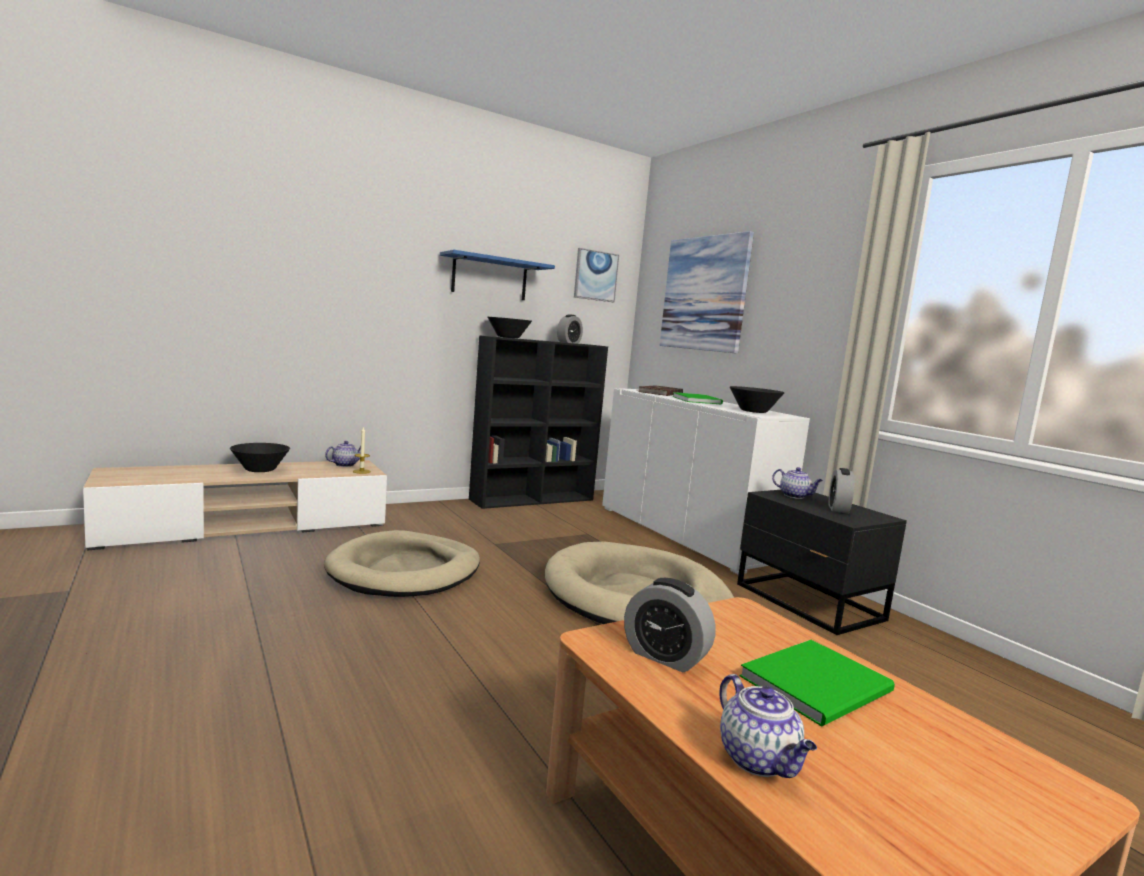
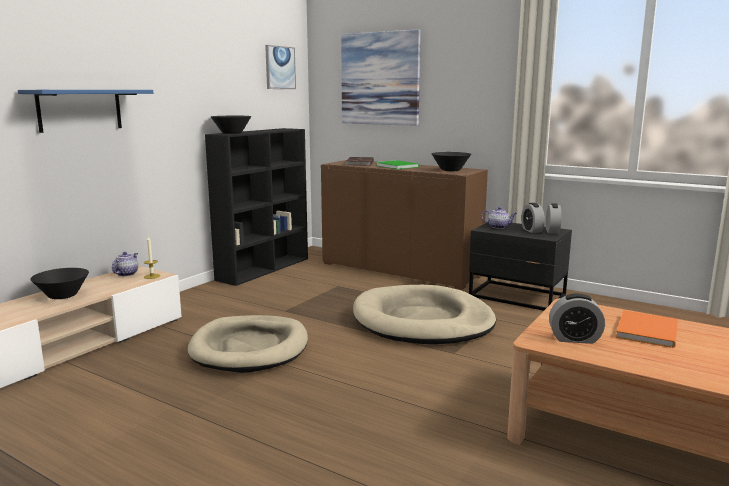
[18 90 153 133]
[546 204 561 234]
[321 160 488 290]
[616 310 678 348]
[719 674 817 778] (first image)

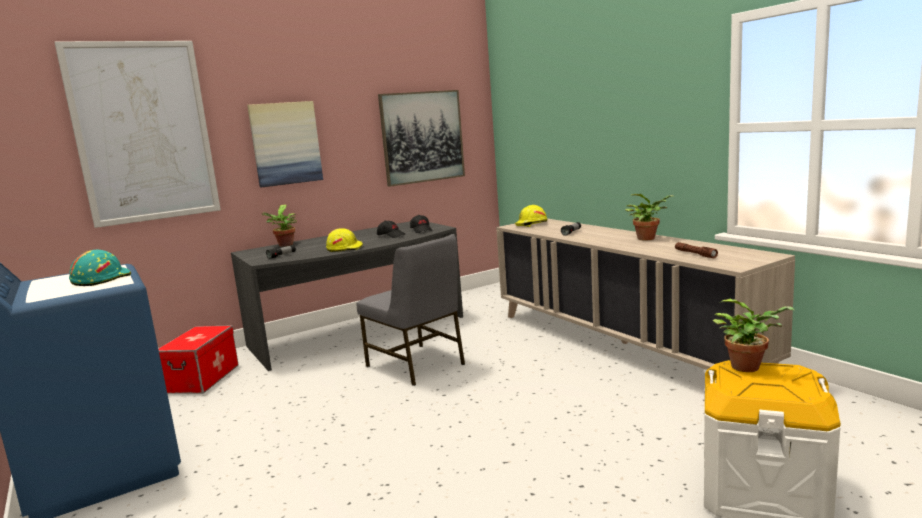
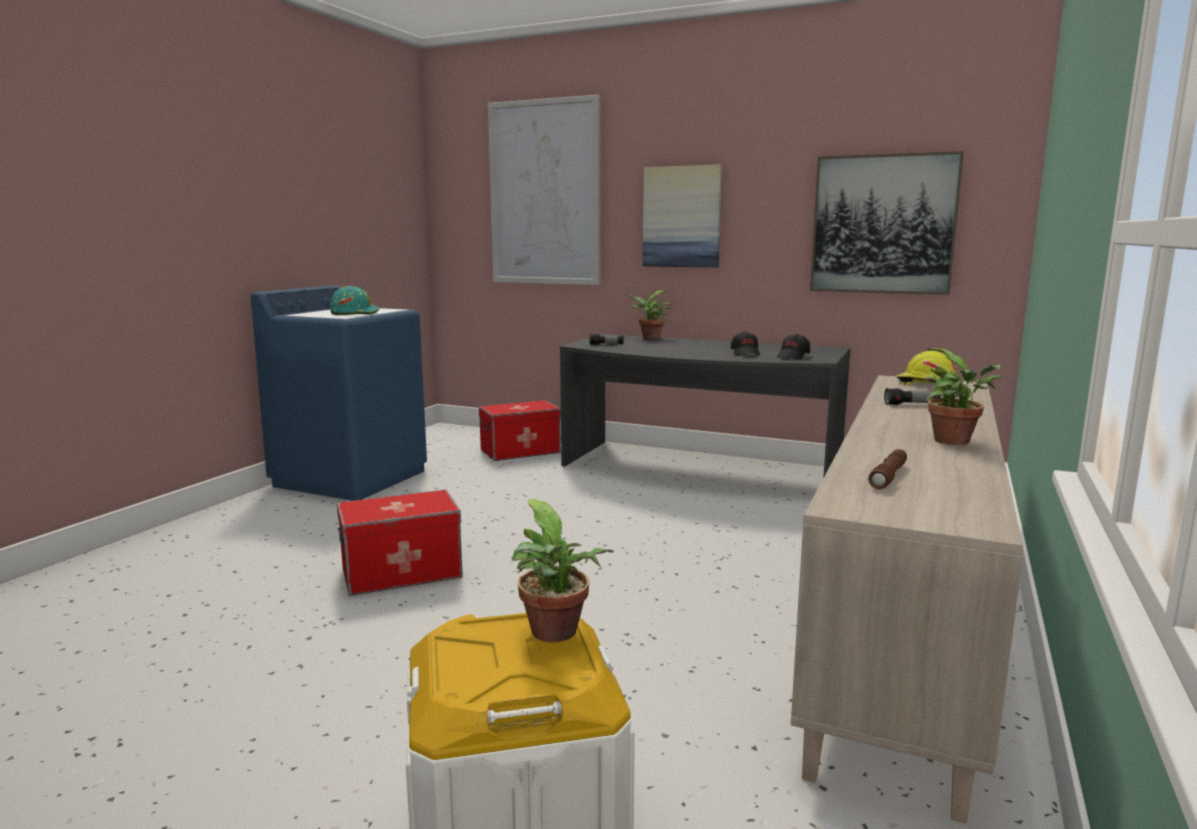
[326 228 363 252] (first image)
[357 234 465 386] (first image)
[337 490 463 596]

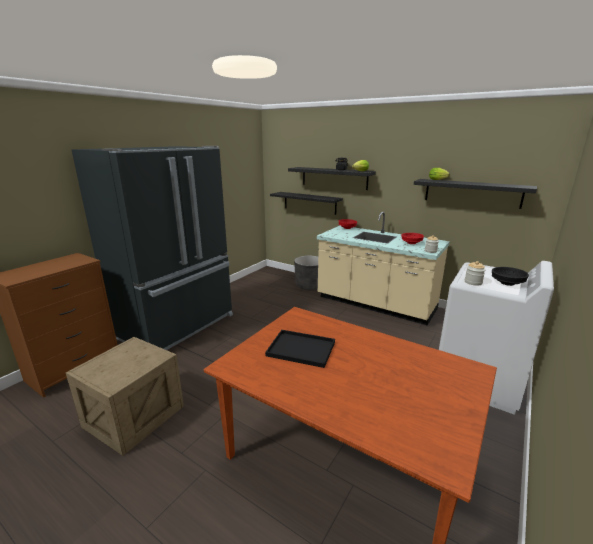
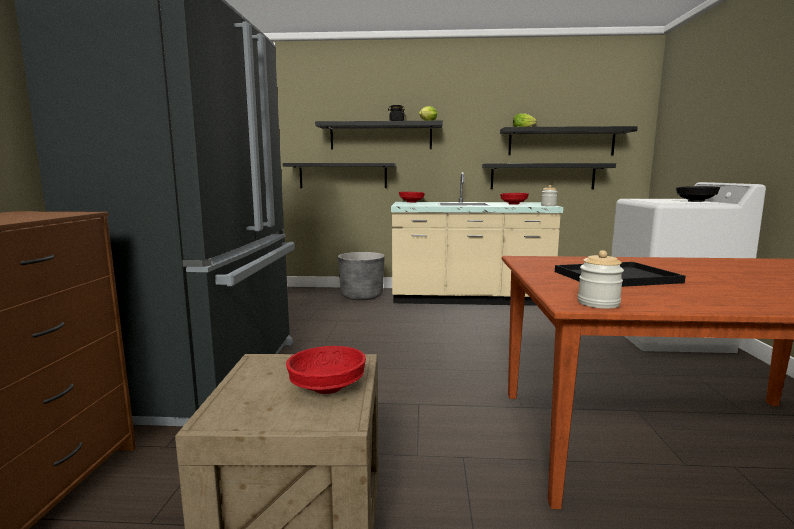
[578 250 624 309]
[482 163 616 189]
[286 346 366 394]

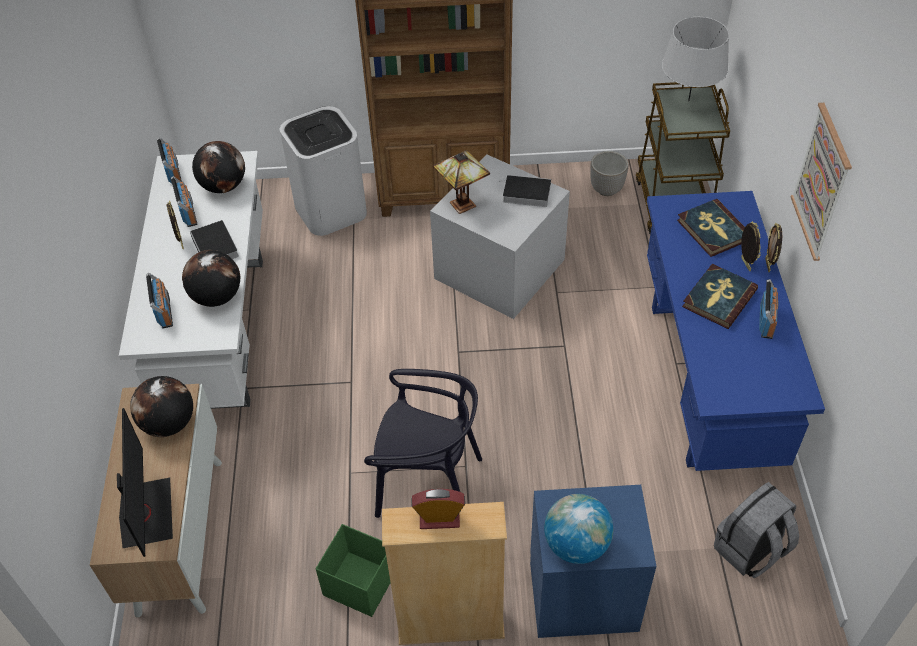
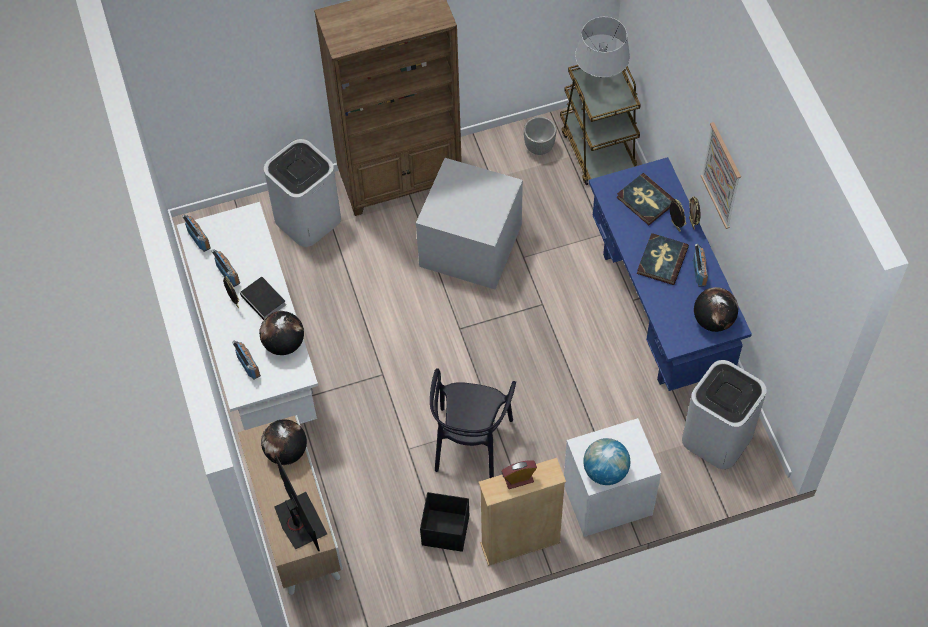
[694 287 739 332]
[433 150 490 214] (first image)
[499 175 551 207] (first image)
[430 368 516 478]
[682 360 767 469]
[564 418 661 537]
[420 492 469 552]

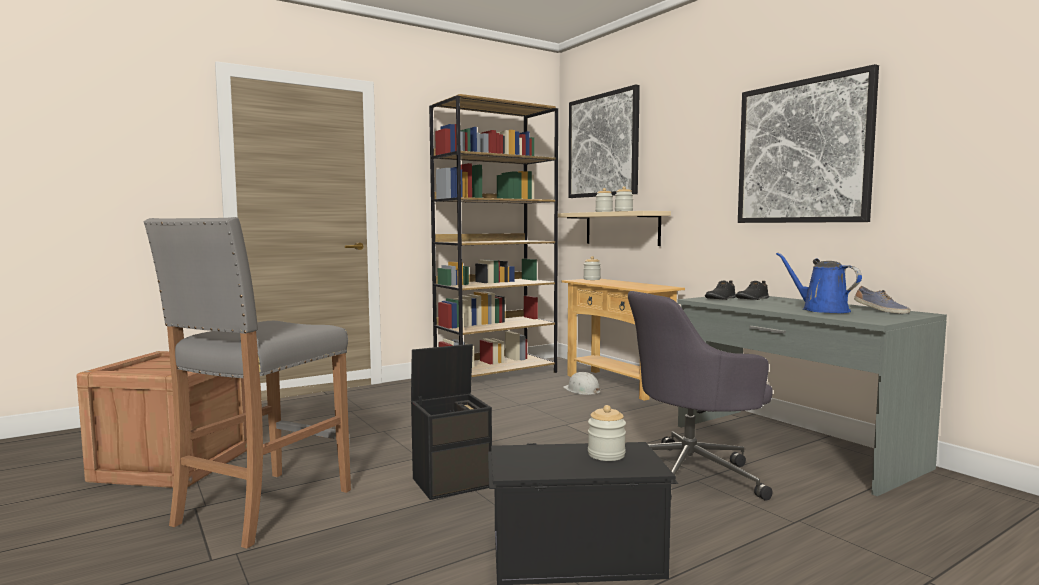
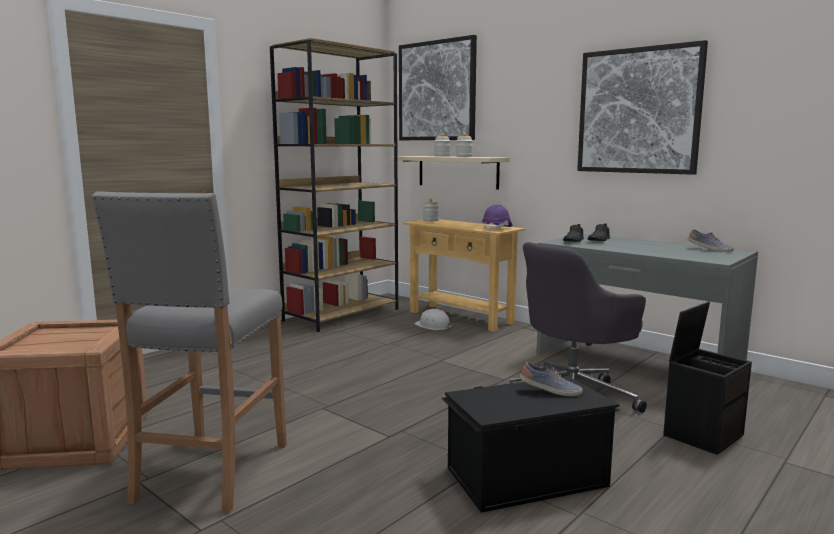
[776 252 862 313] (first image)
[663 301 752 455]
[520 362 583 396]
[482 205 512 231]

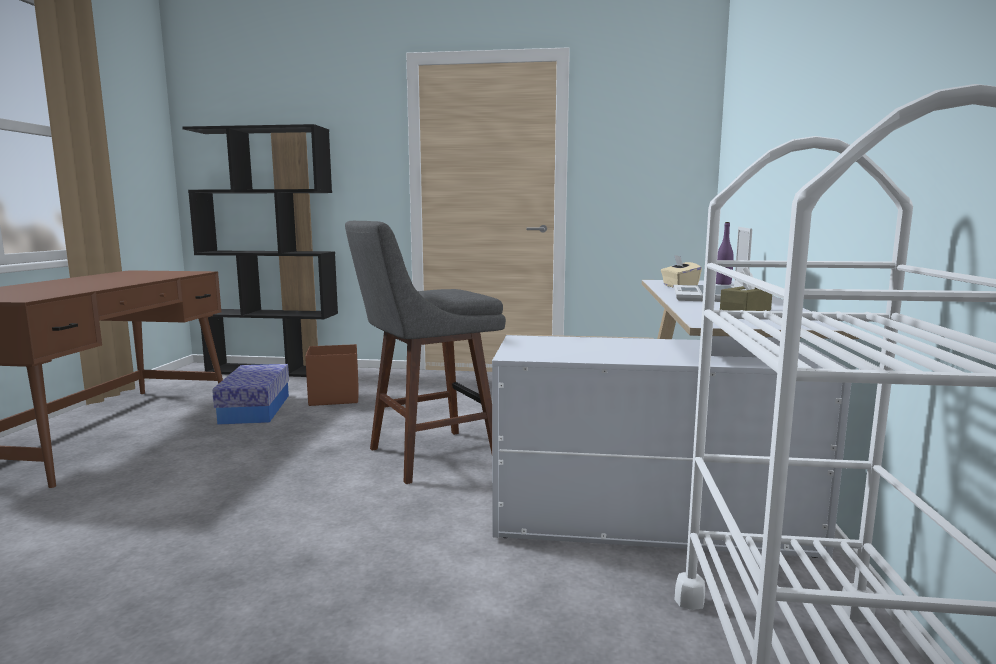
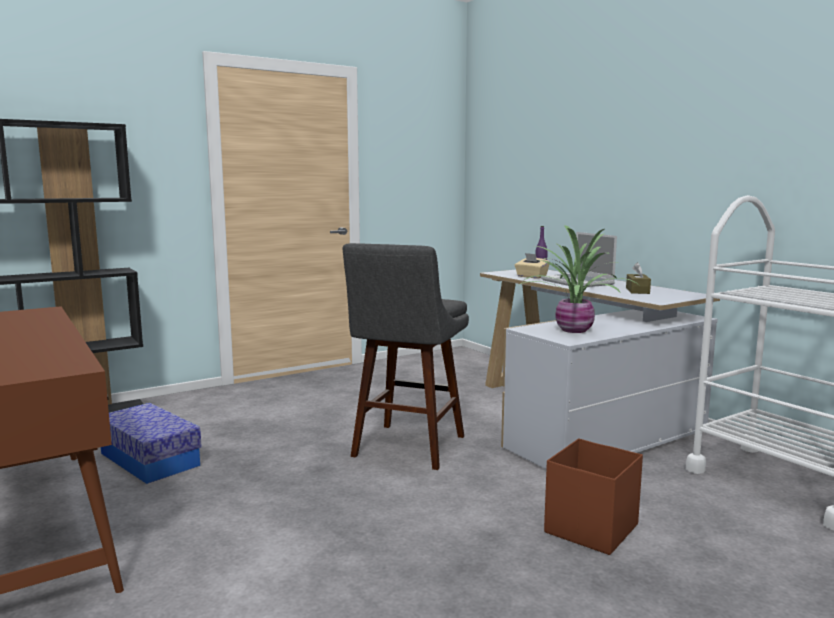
[544 439 643 555]
[517 225 640 333]

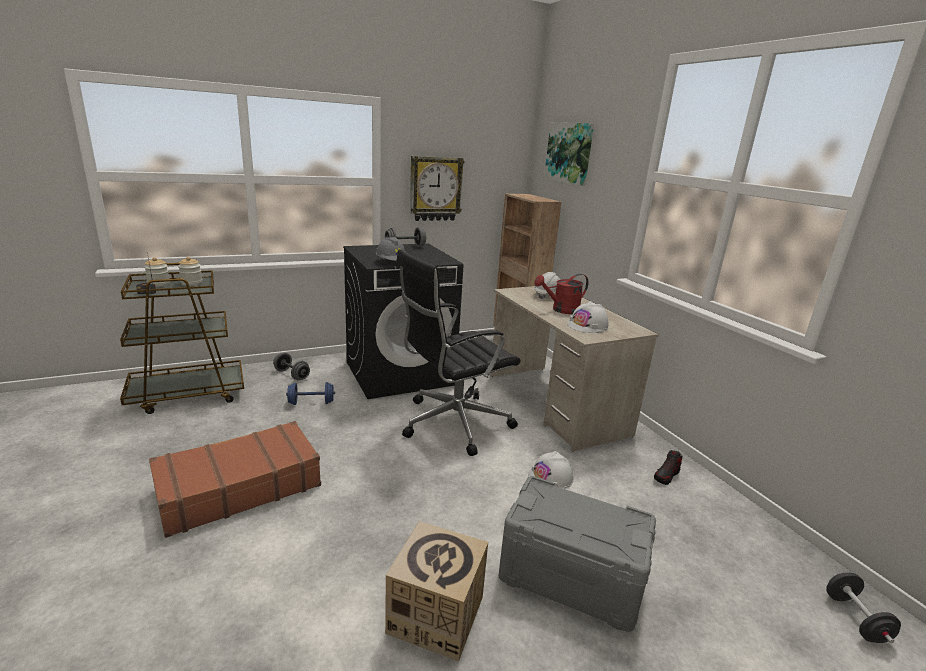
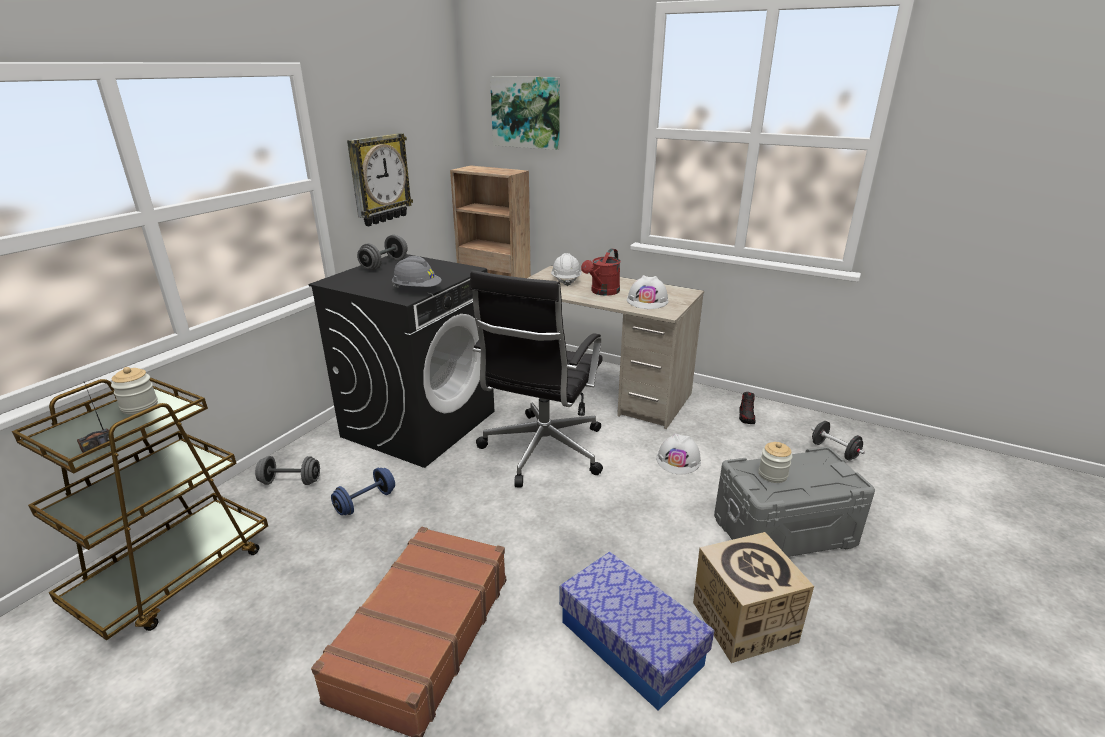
[759 442 792 483]
[811 421 865 461]
[559 552 714 711]

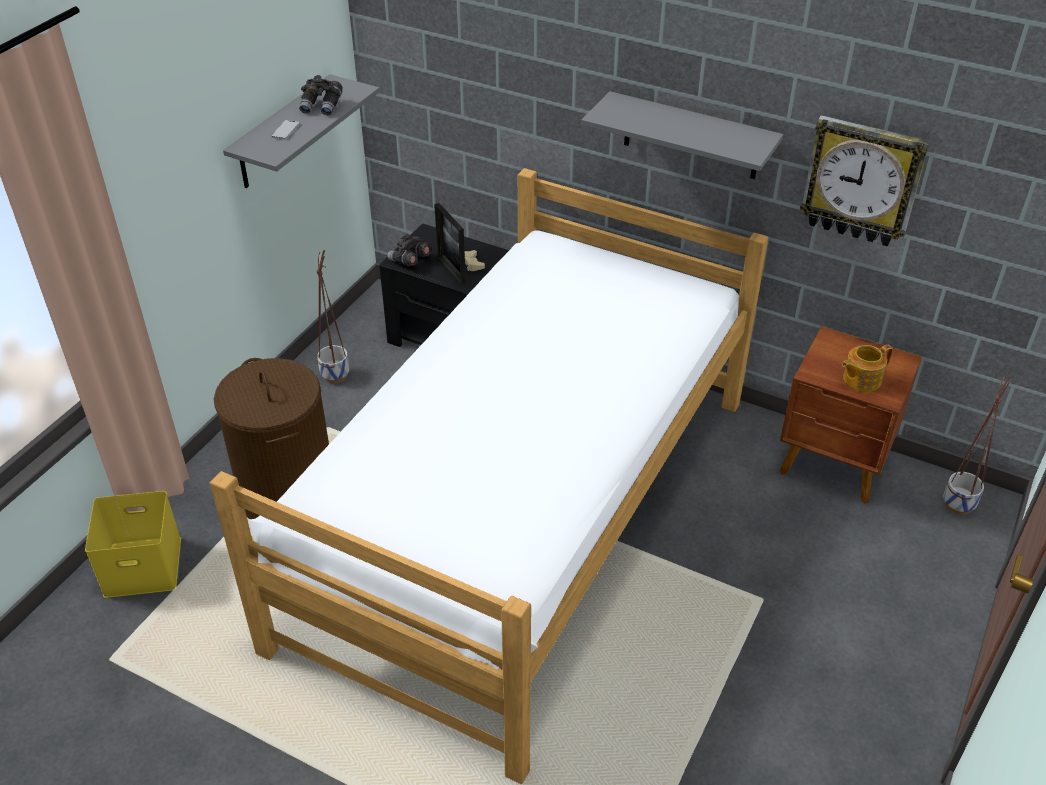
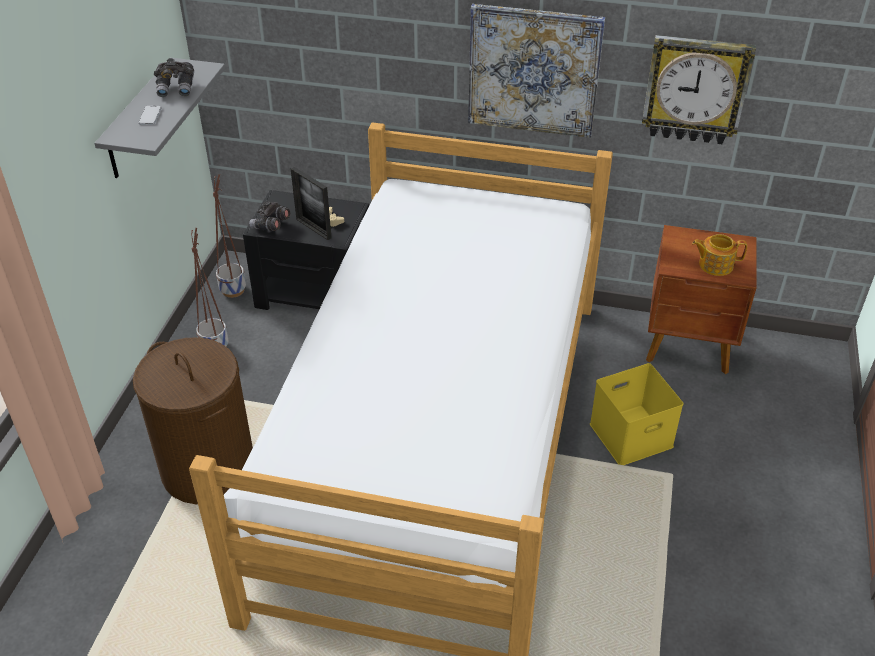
[468 4 605 138]
[692 234 747 276]
[213 174 246 298]
[590 363 683 465]

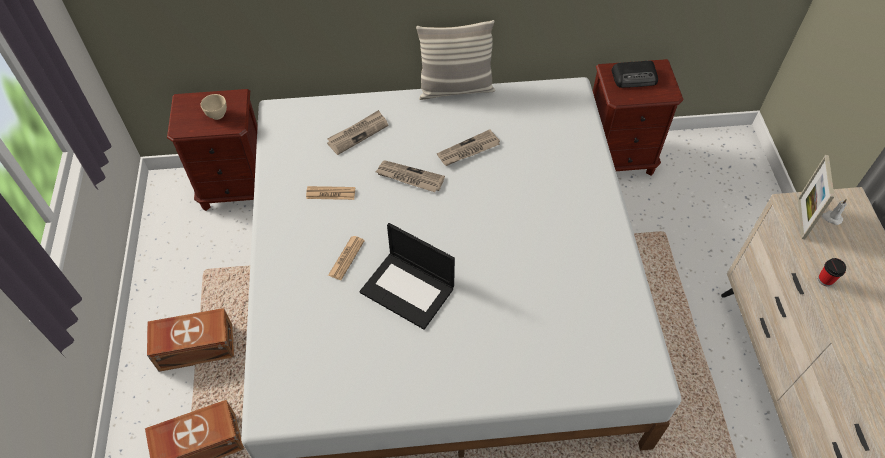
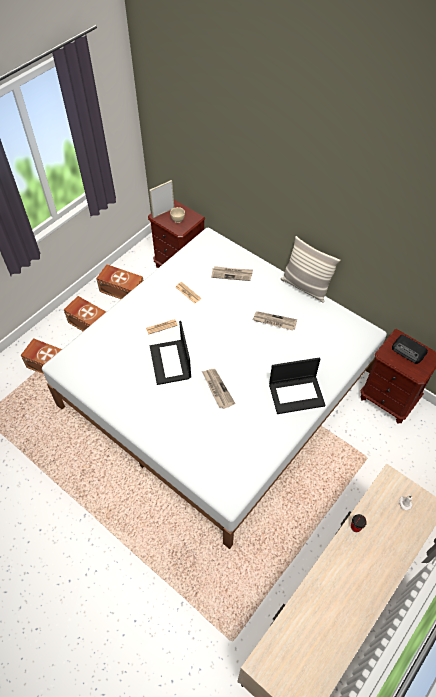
[149 180 174 218]
[202 369 235 409]
[96 264 144 299]
[269 357 325 414]

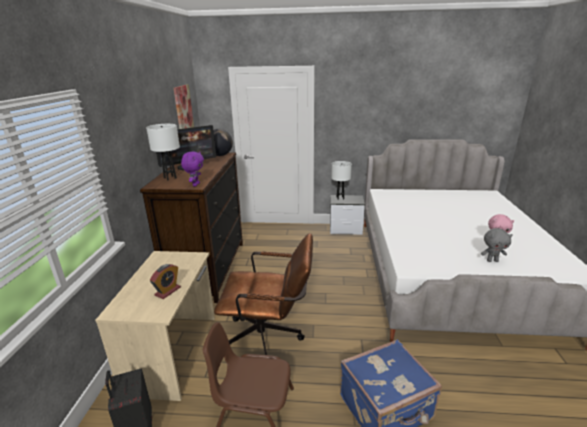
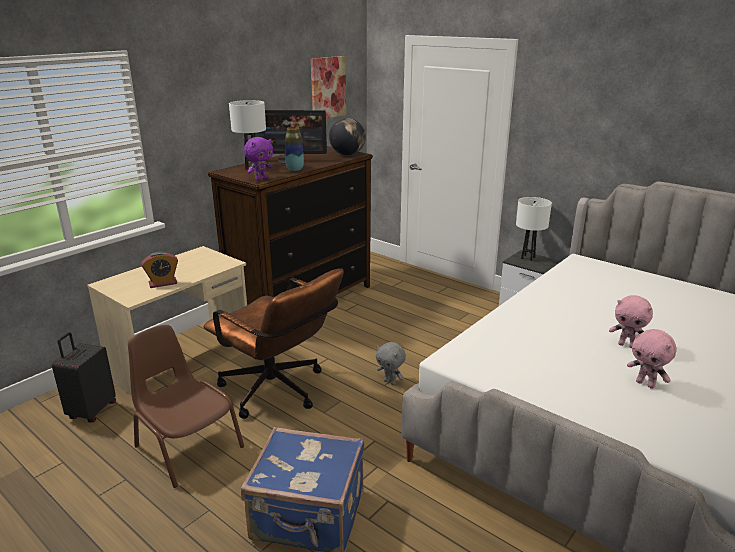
[376 342 406 385]
[285 127 304 171]
[609 295 653 348]

